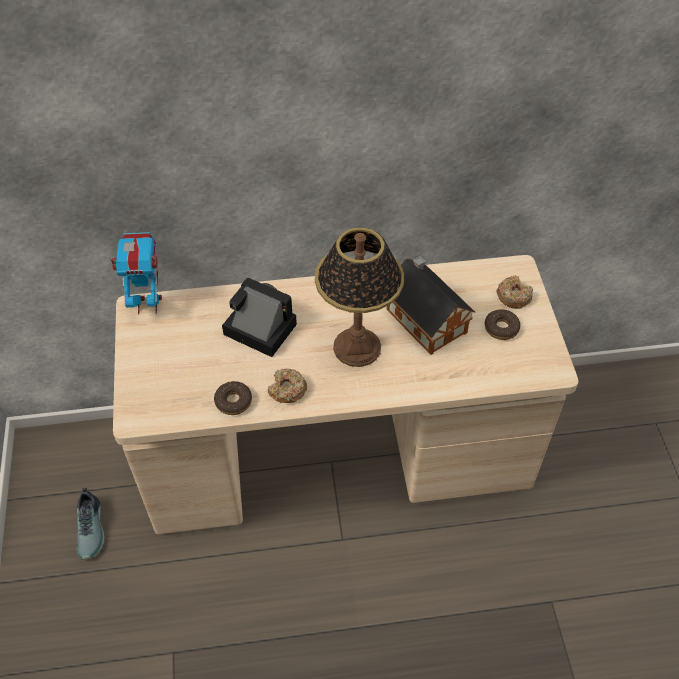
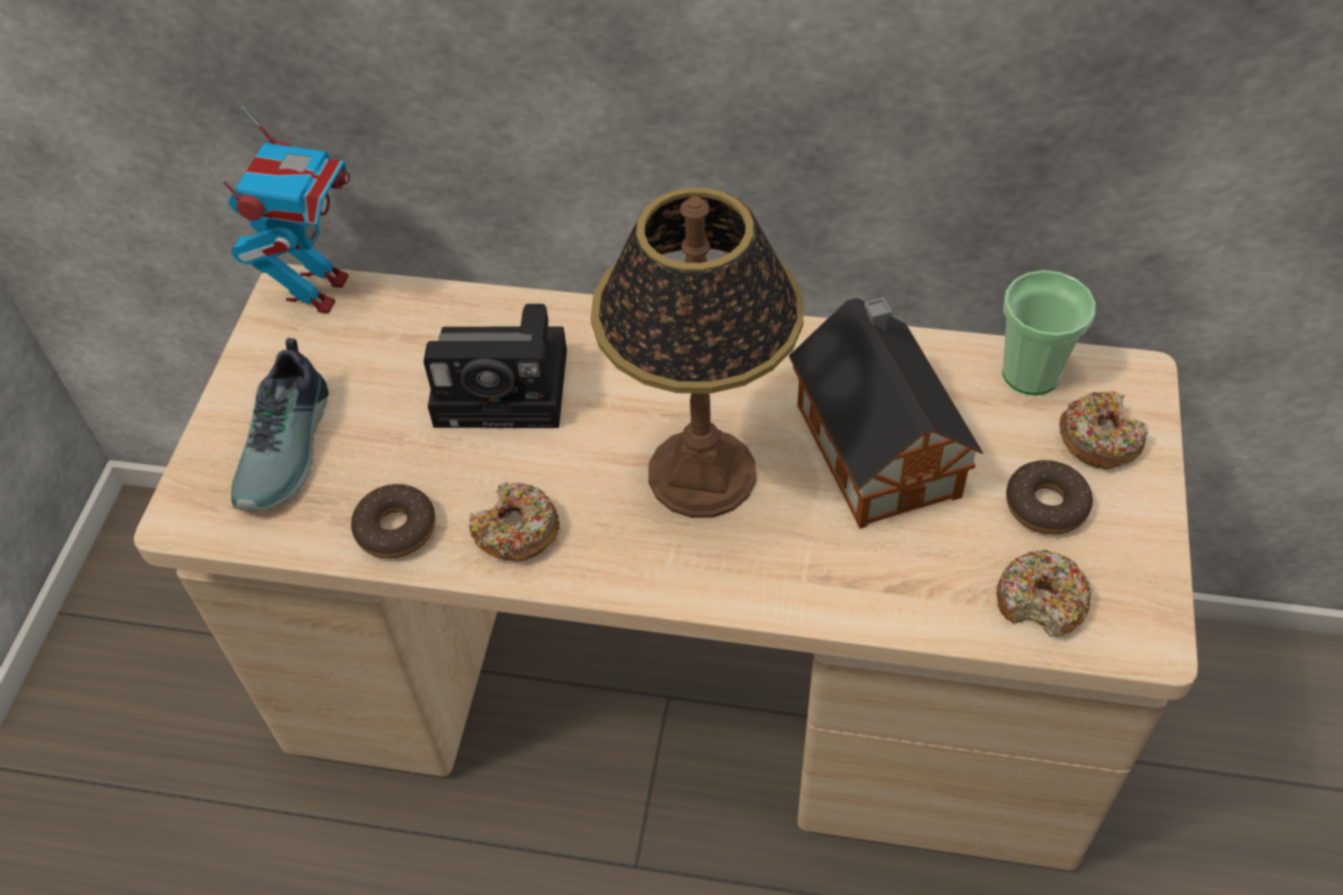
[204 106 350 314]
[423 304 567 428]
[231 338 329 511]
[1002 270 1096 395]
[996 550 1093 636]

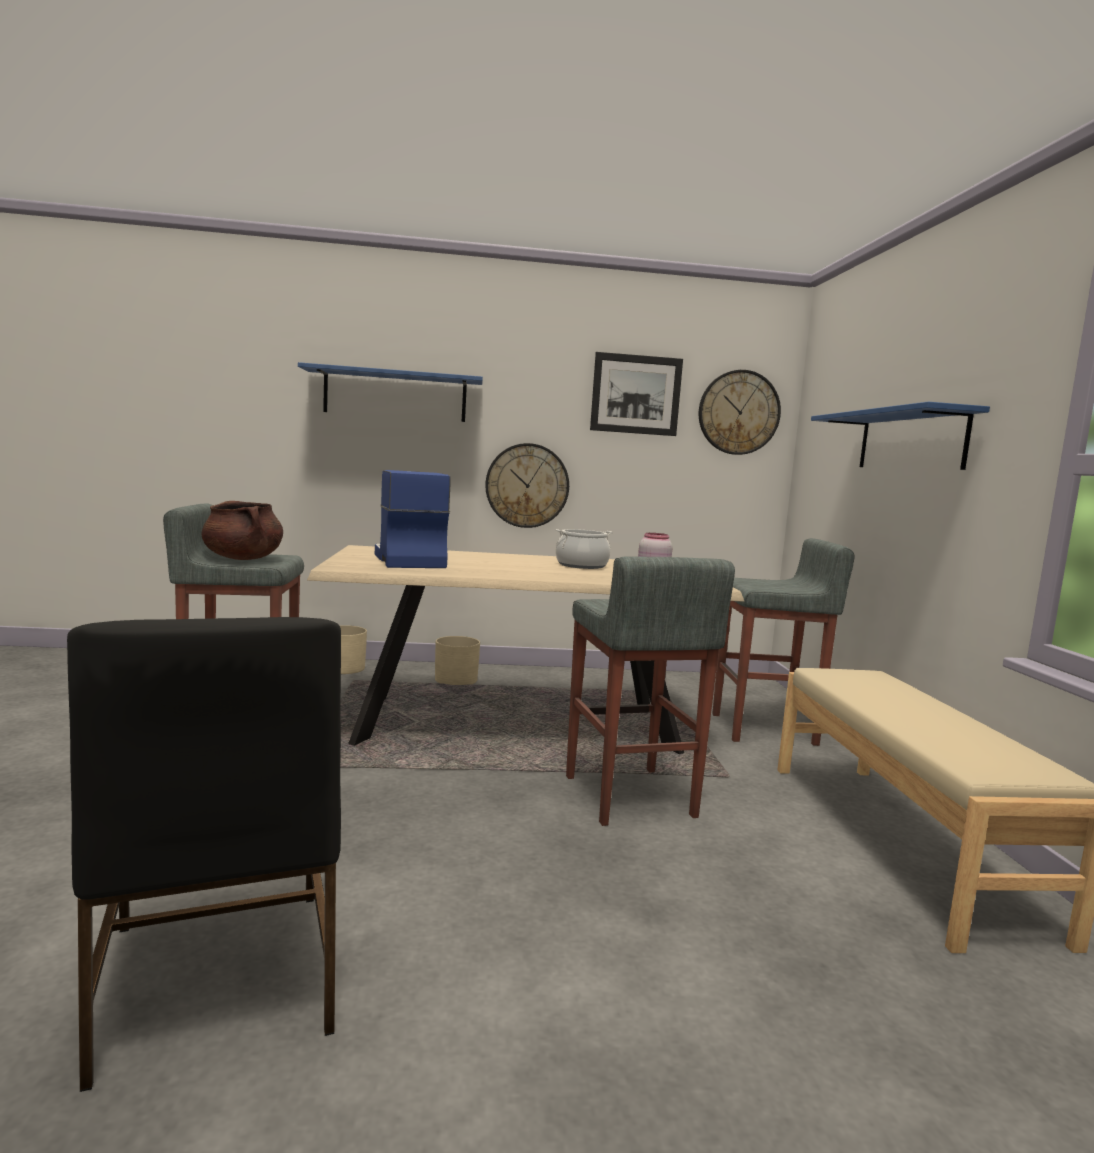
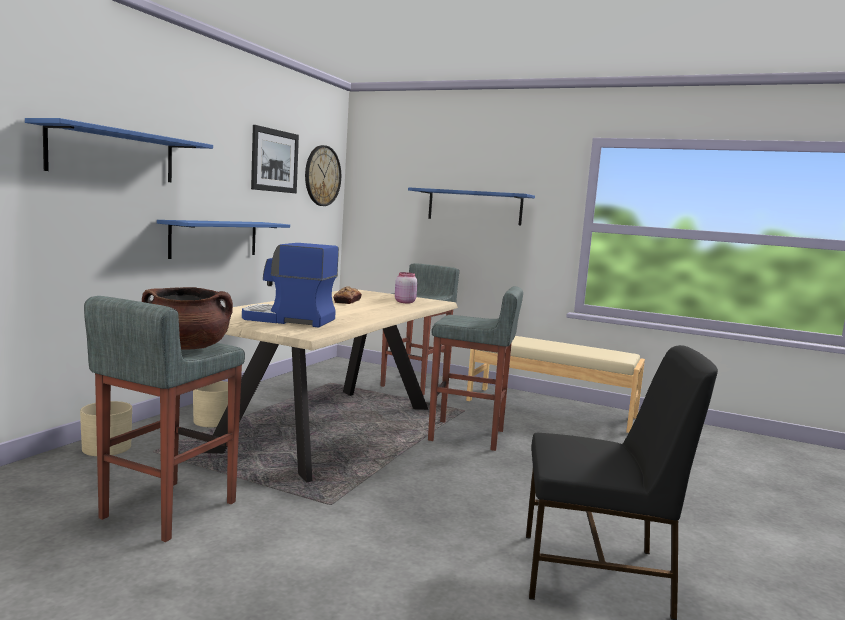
[157 220 290 259]
[333 286 362 304]

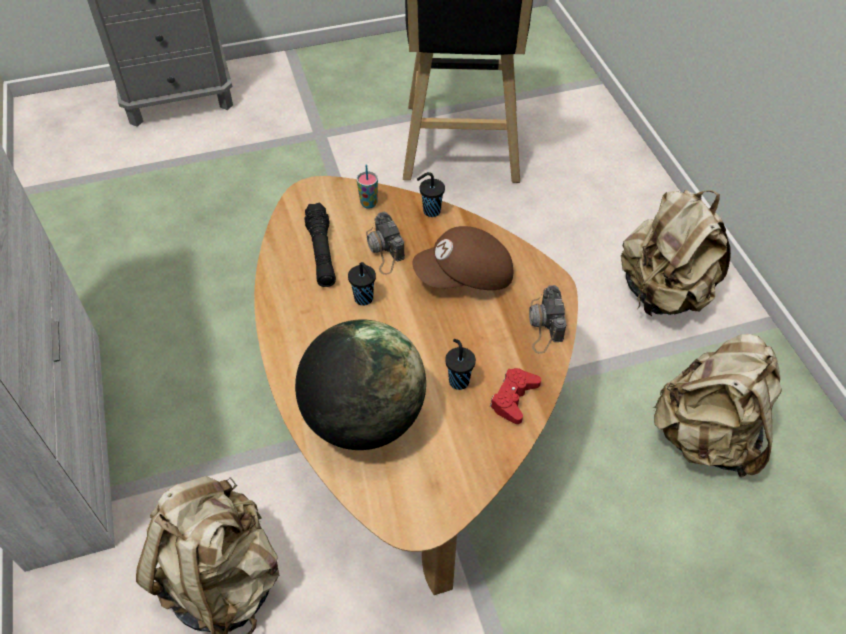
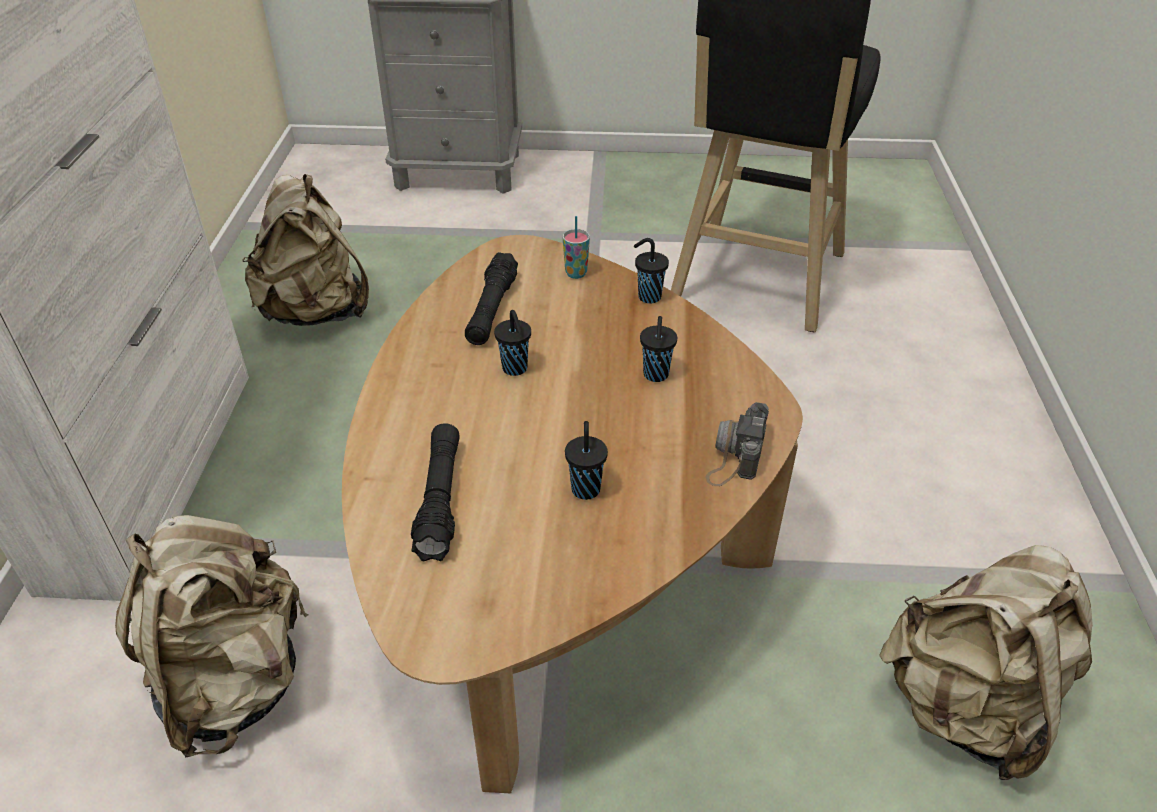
[242 174 369 326]
[366 212 405 275] (first image)
[640 316 677 382]
[411 423 460 562]
[490 368 541 424] (first image)

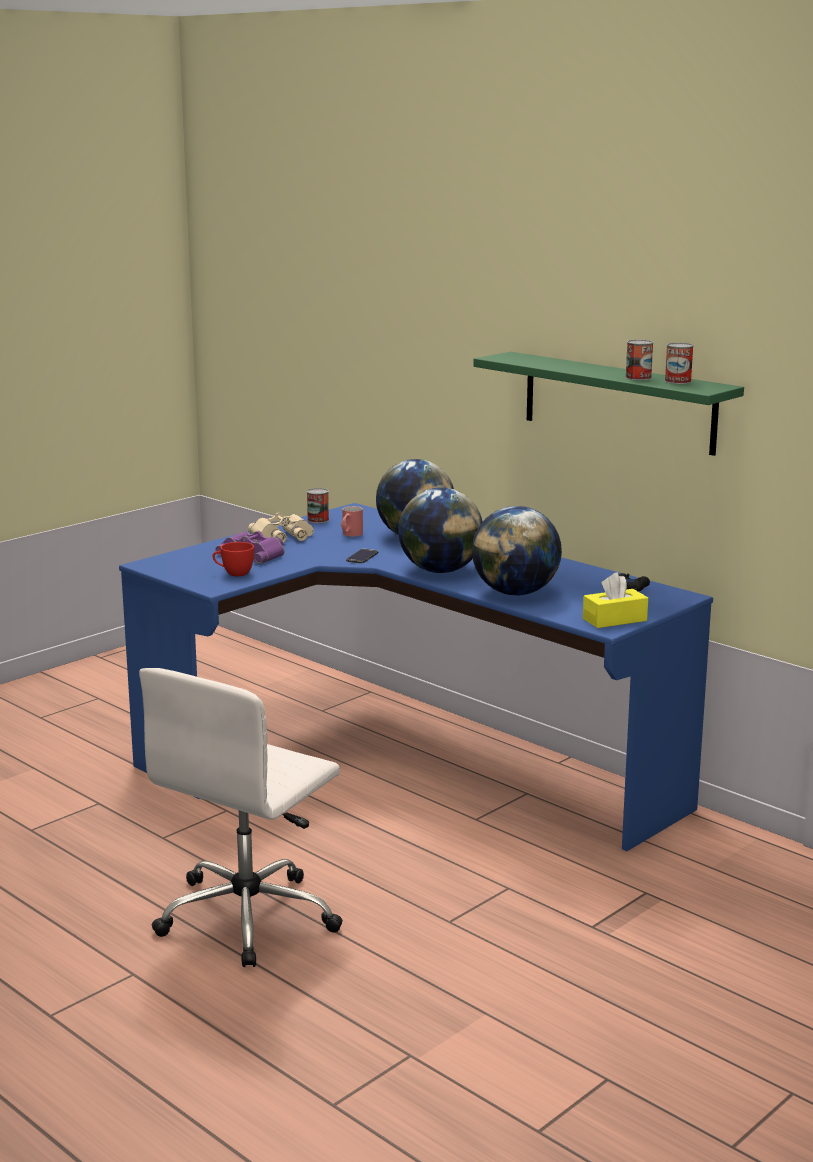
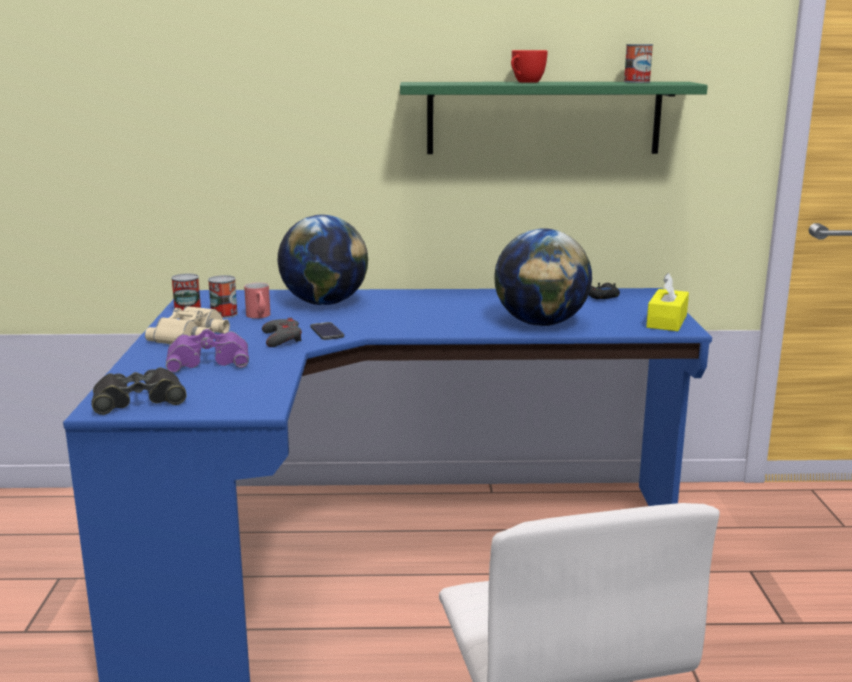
[208 275 238 318]
[398 487 483 573] (first image)
[511 50 548 83]
[262 318 302 347]
[91 367 187 415]

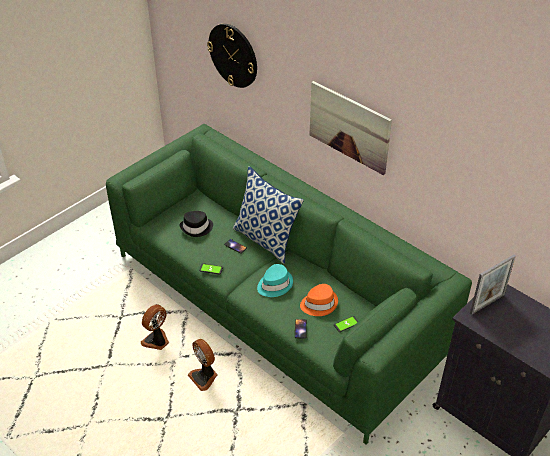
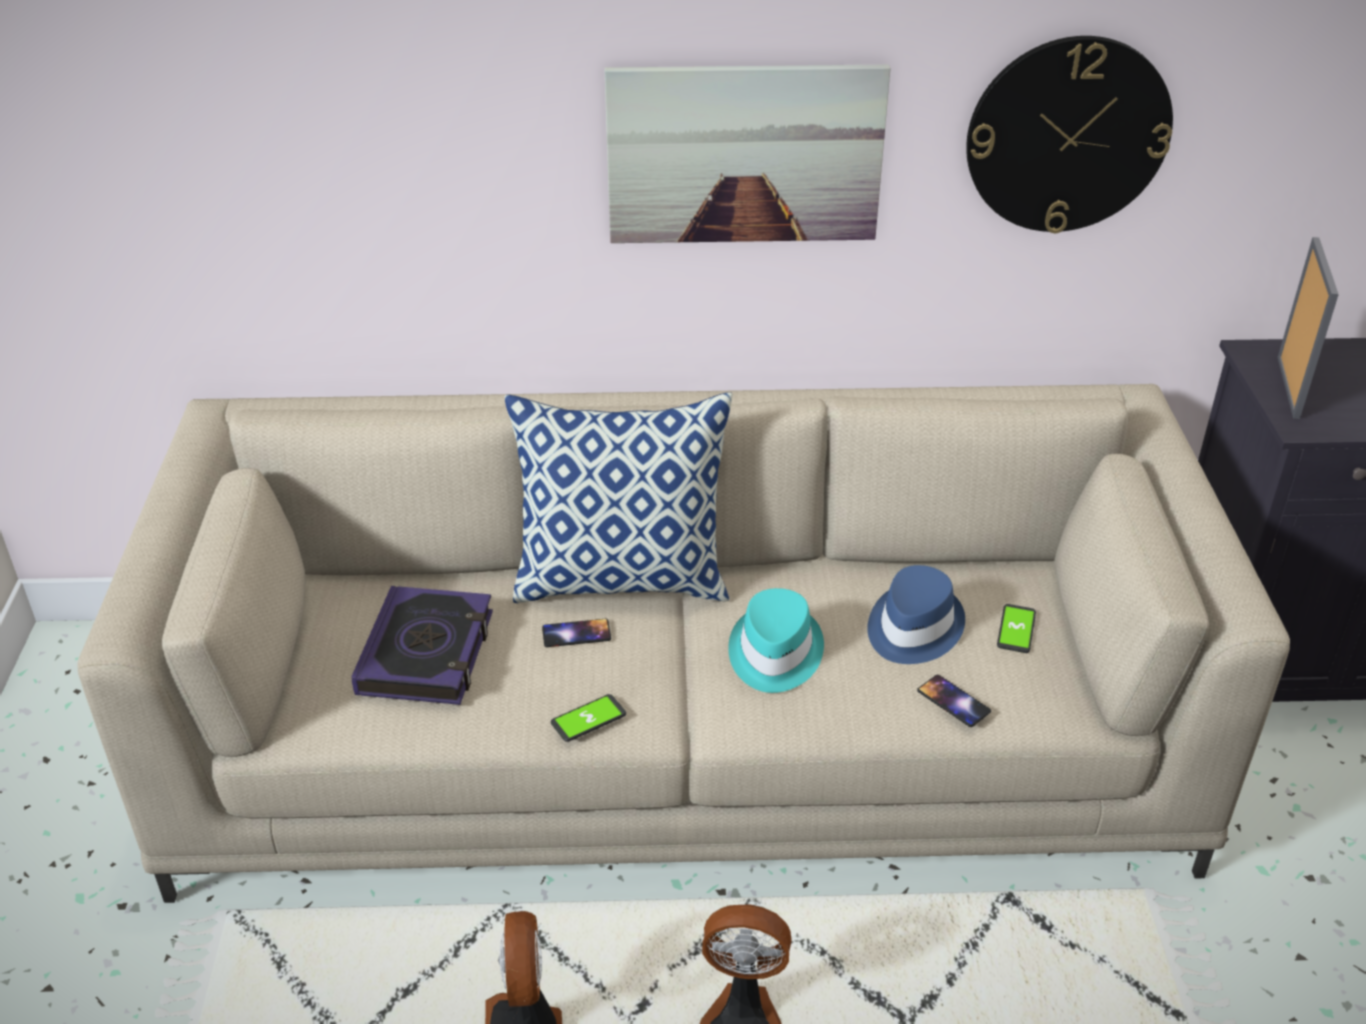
[966 36 1173 233]
[77 384 1290 903]
[351 586 493 705]
[867 565 965 664]

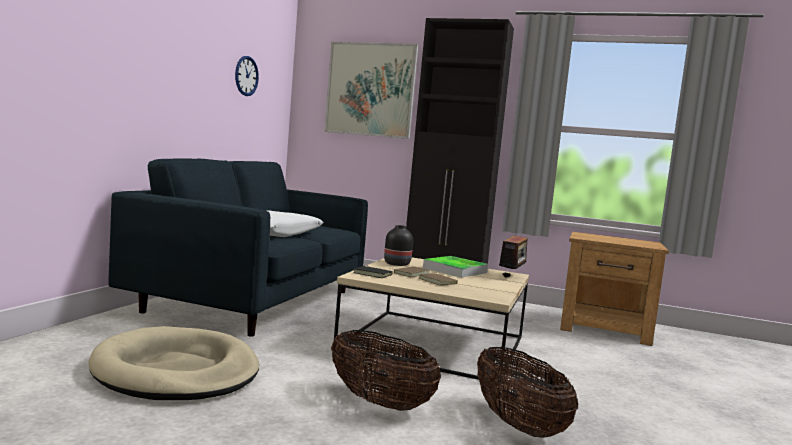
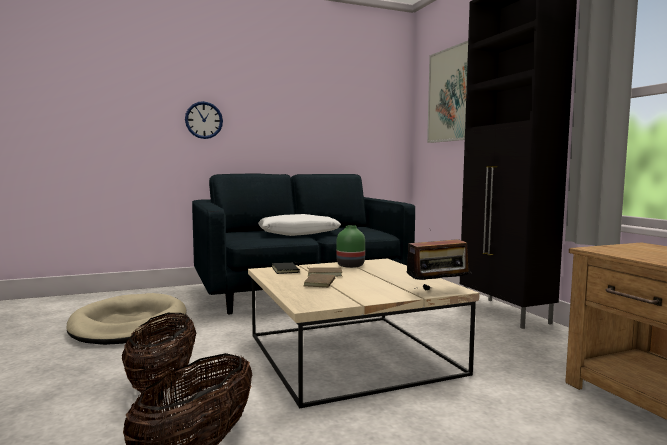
[185 101 223 139]
[336 225 365 268]
[423 256 488 278] (first image)

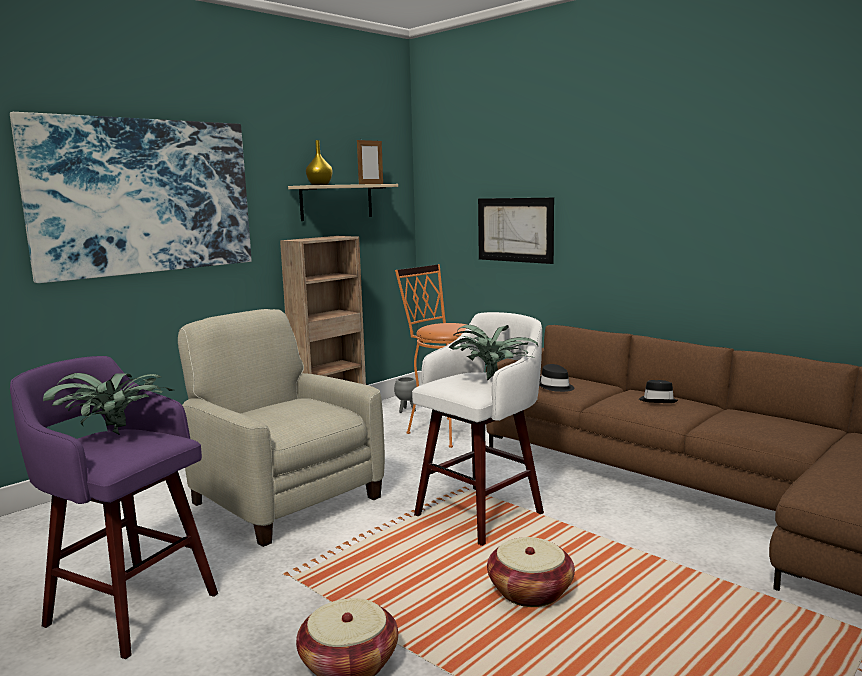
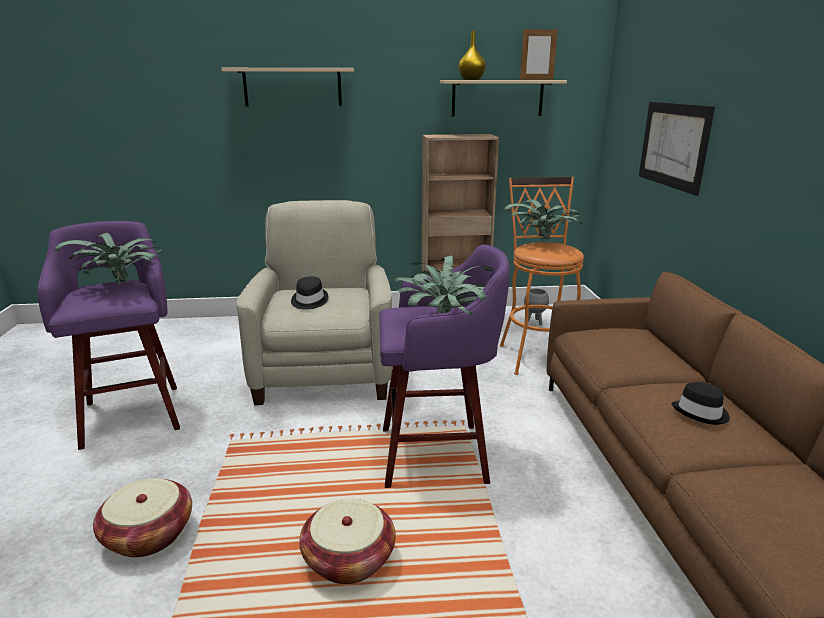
[221 68 354 107]
[379 244 510 488]
[291 277 329 310]
[504 199 581 244]

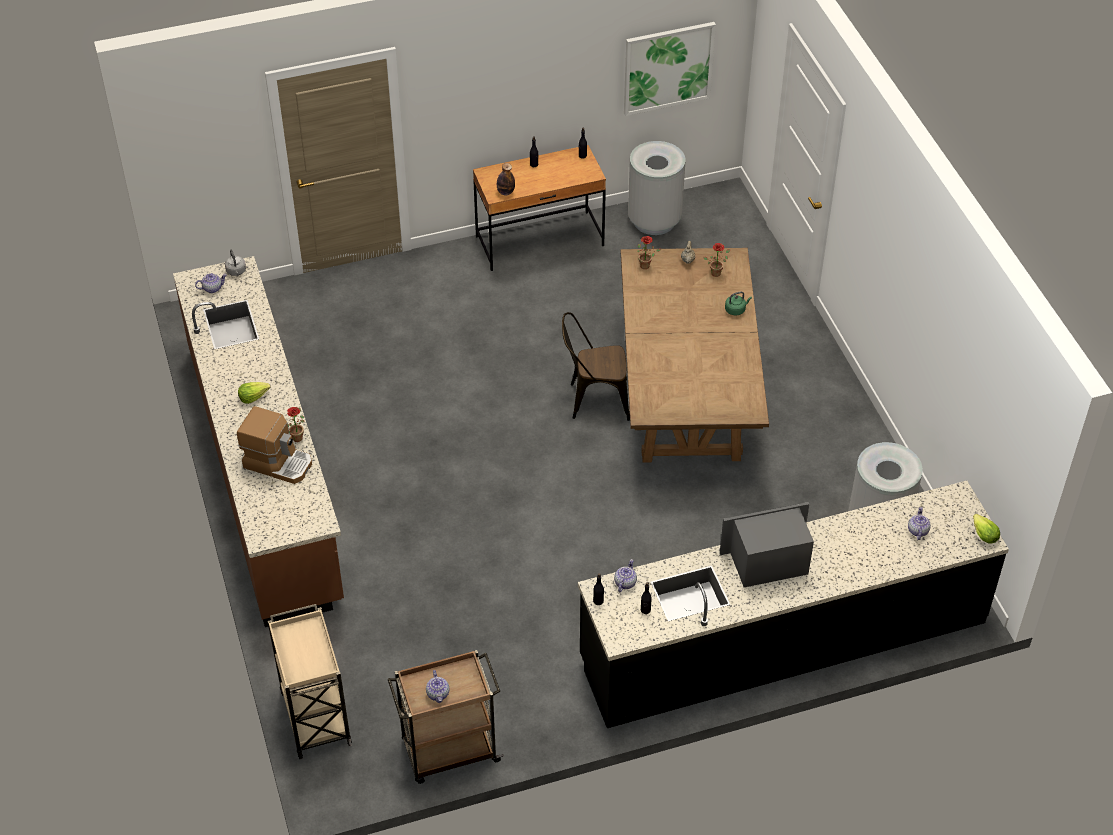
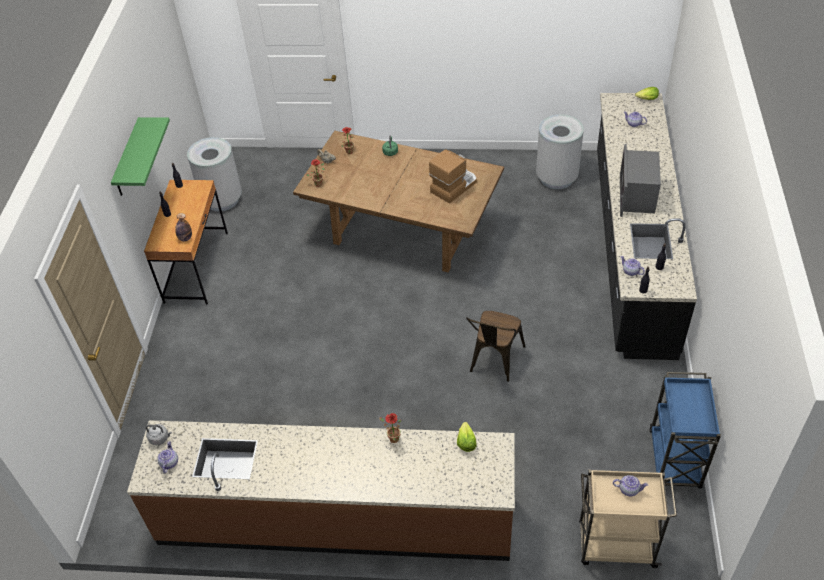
[624 22 716 116] (first image)
[466 311 526 382]
[457 422 477 452]
[429 149 477 204]
[649 372 721 489]
[613 475 648 496]
[111 117 170 196]

